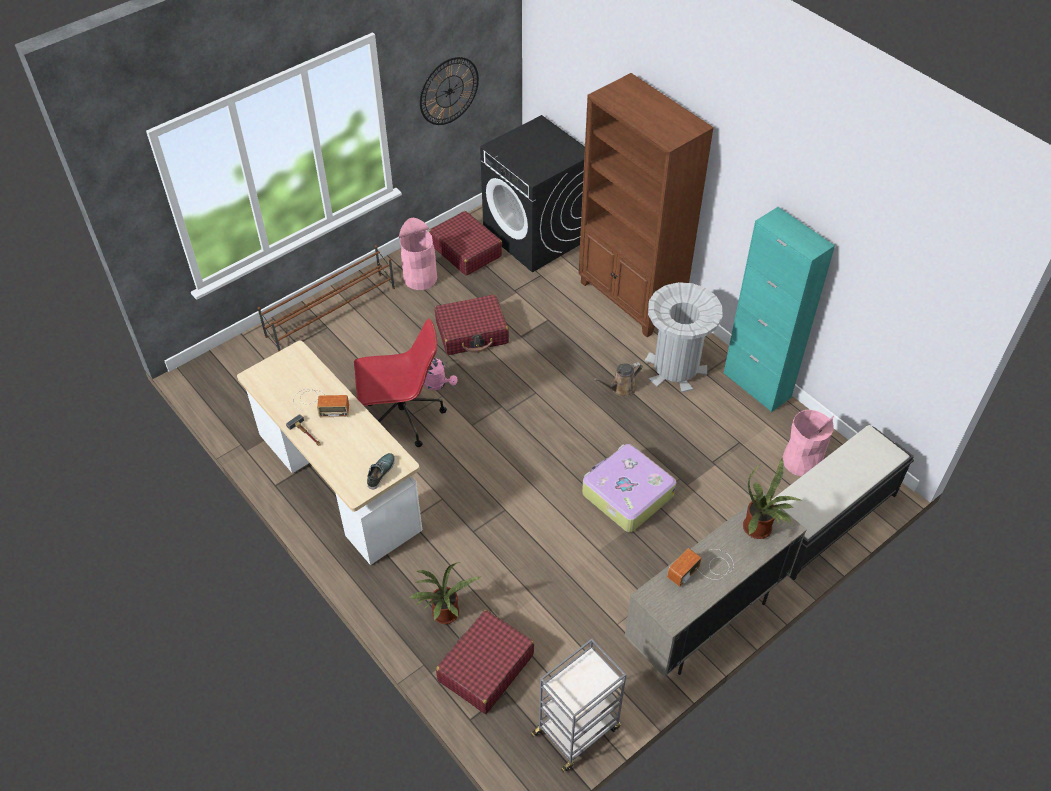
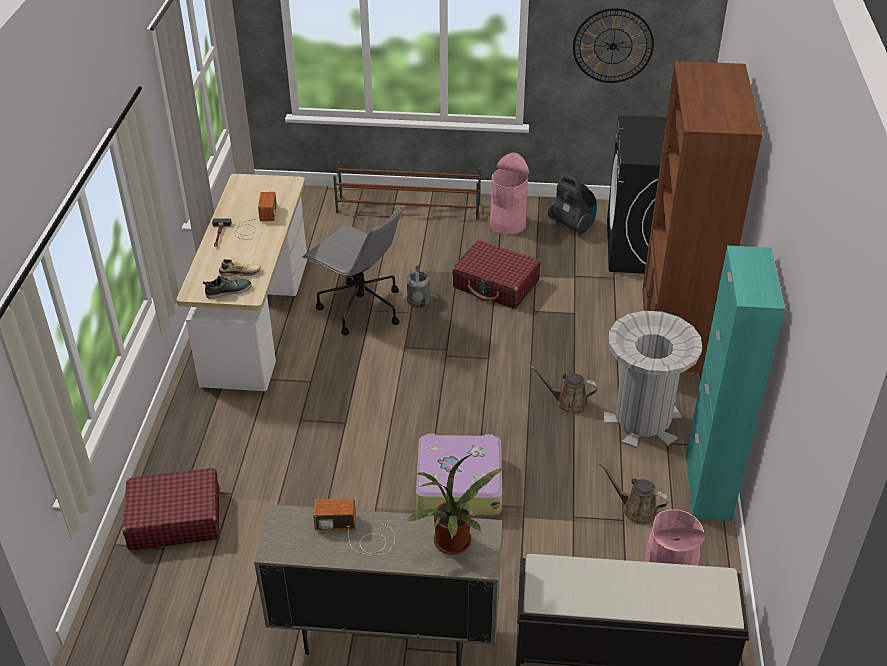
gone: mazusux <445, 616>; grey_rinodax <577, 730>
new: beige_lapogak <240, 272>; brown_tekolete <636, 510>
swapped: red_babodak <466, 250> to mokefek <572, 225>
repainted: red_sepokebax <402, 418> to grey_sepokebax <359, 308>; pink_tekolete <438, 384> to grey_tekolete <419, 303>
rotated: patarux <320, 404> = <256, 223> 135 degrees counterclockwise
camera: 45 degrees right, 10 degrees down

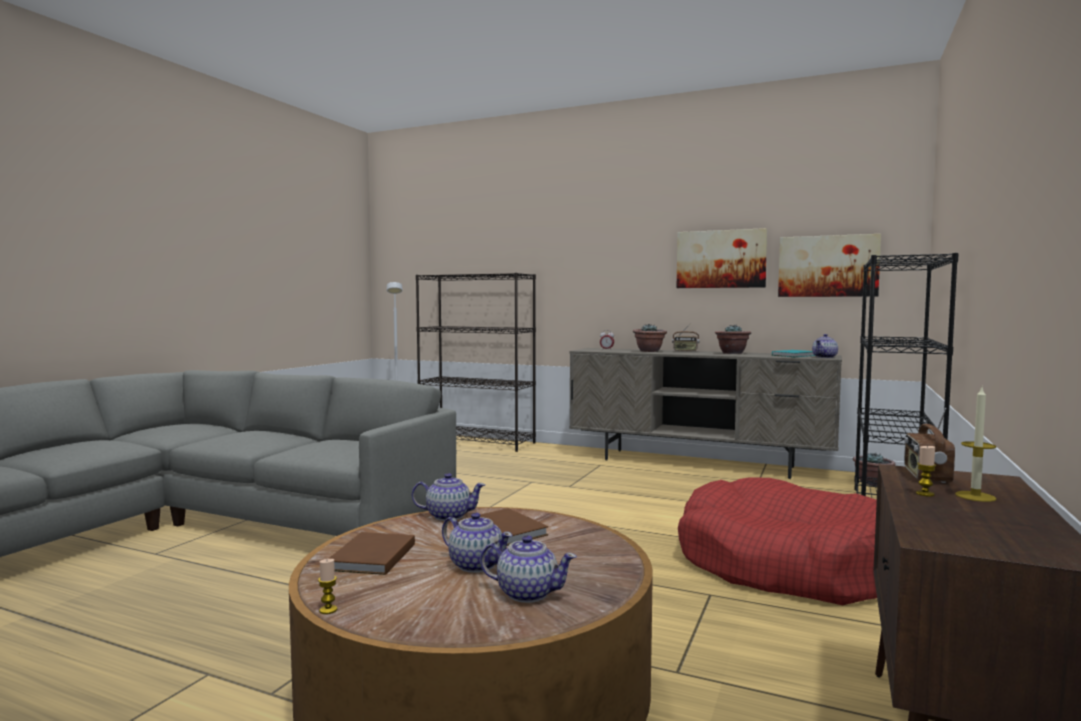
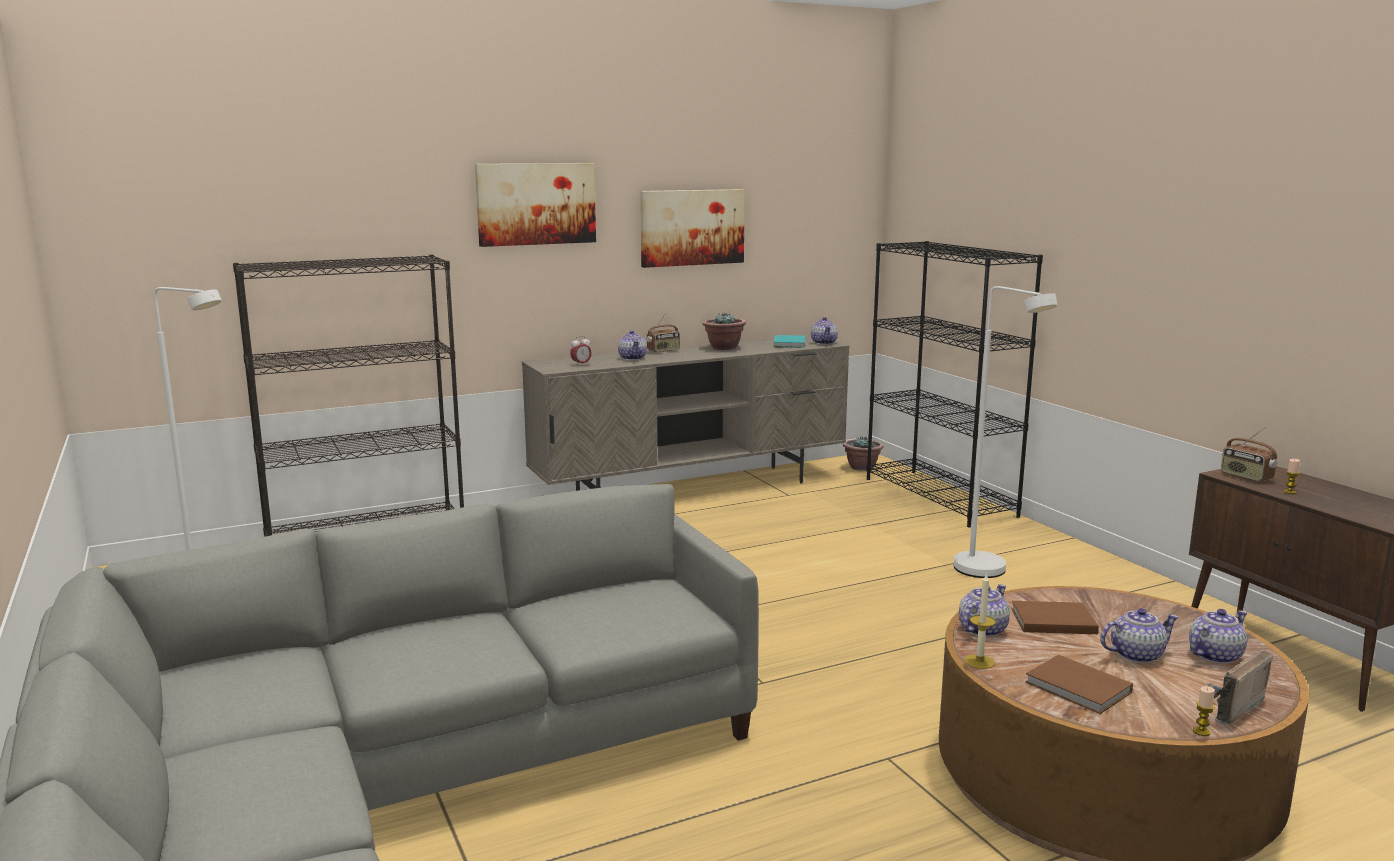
new: patarux <1226, 707>
shifted: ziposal <828, 266> to <536, 204>; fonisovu <975, 496> to <979, 661>
swapped: mazusux <649, 351> to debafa <632, 358>; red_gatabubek <783, 565> to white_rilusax <988, 573>
camera: 50 degrees left, 10 degrees up

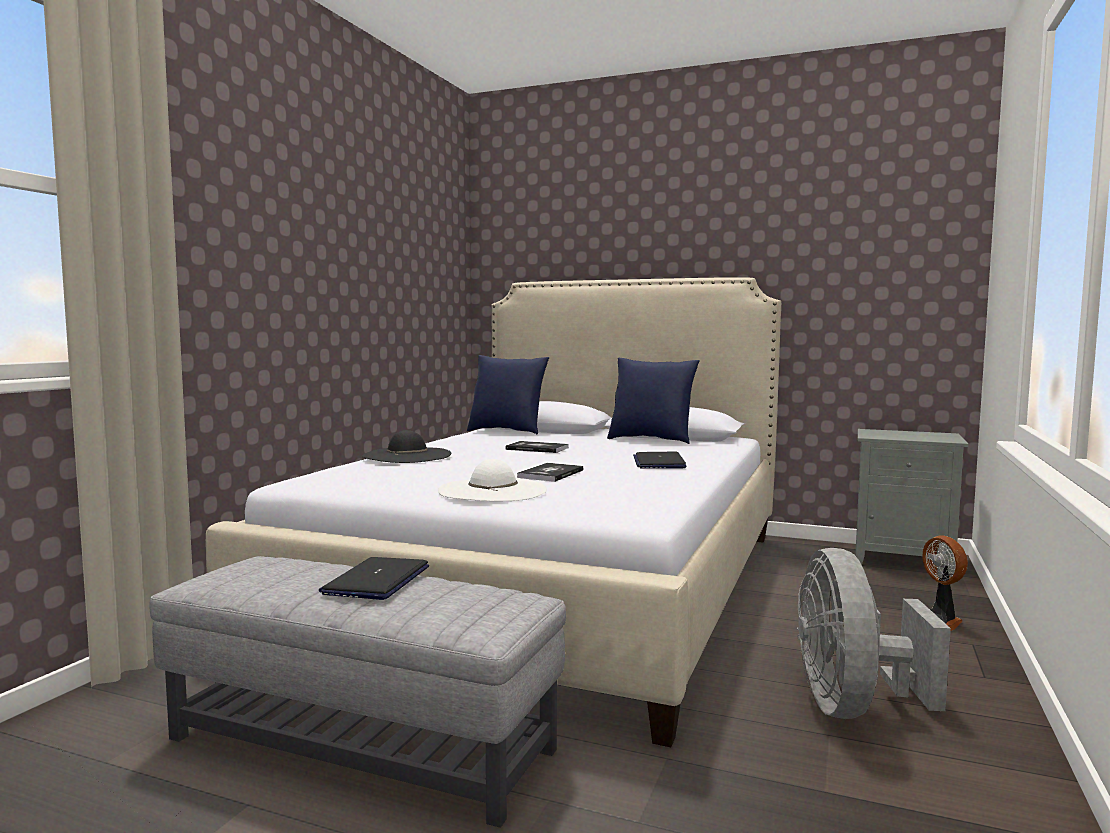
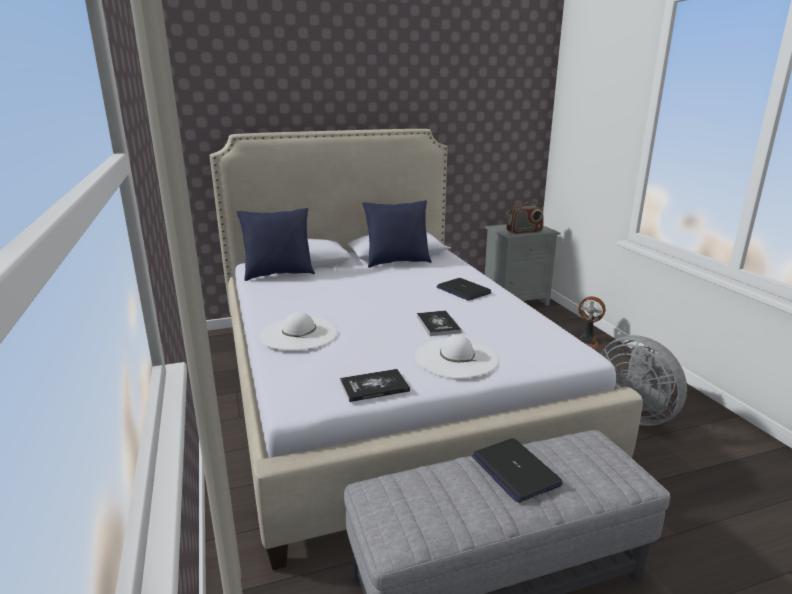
new: patarux <524, 232>
shifted: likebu <537, 448> to <374, 386>
repainted: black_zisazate <407, 455> to white_zisazate <299, 333>
camera: 40 degrees left, 15 degrees up

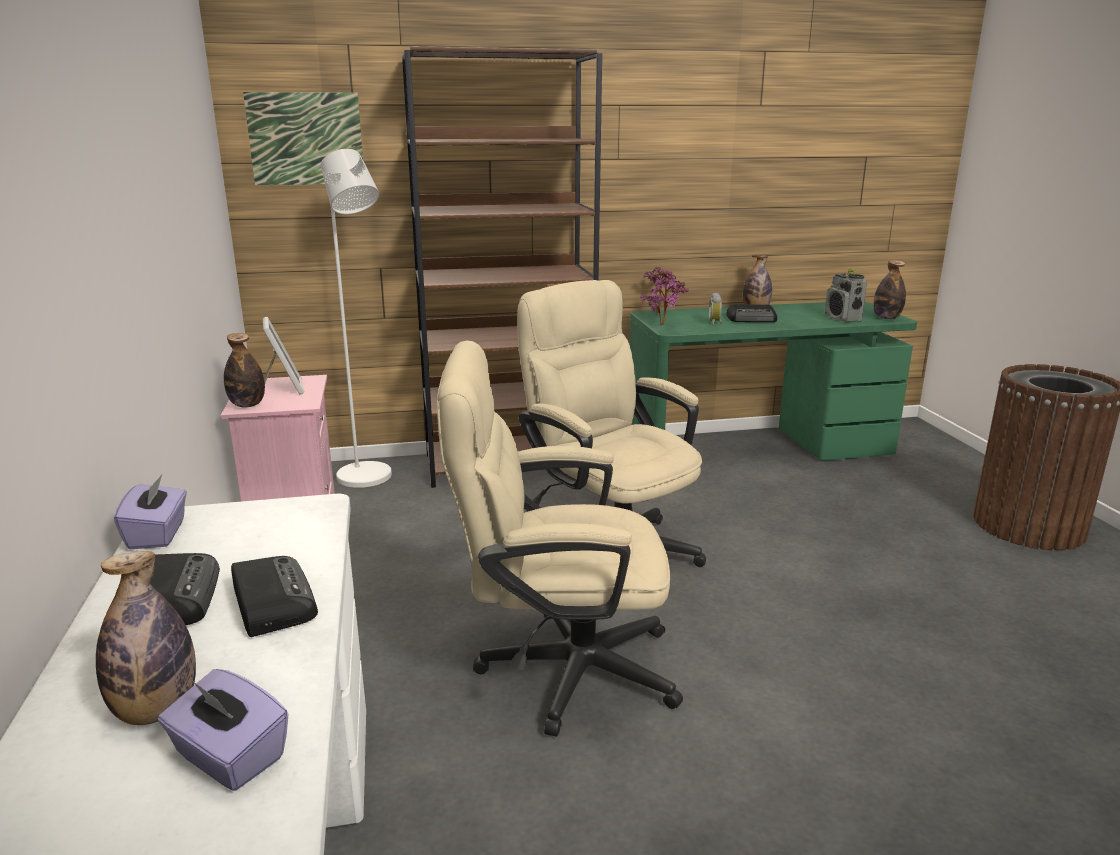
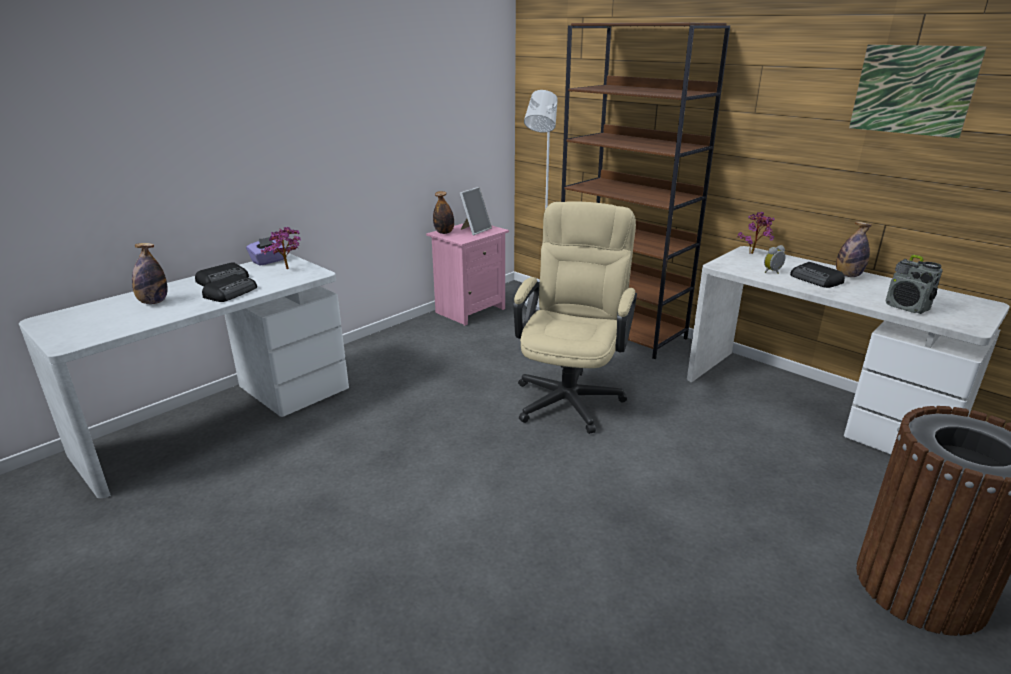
gone: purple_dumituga <229, 757>; beige_sepokebax <558, 669>; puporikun <886, 318>
shifted: mazusux <666, 324> to <288, 269>; ziposal <306, 139> to <913, 90>
repainted: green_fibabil <757, 448> to white_fibabil <815, 403>
rotated: patarux <843, 319> = <907, 307> 75 degrees counterclockwise
camera: 55 degrees right, 5 degrees up

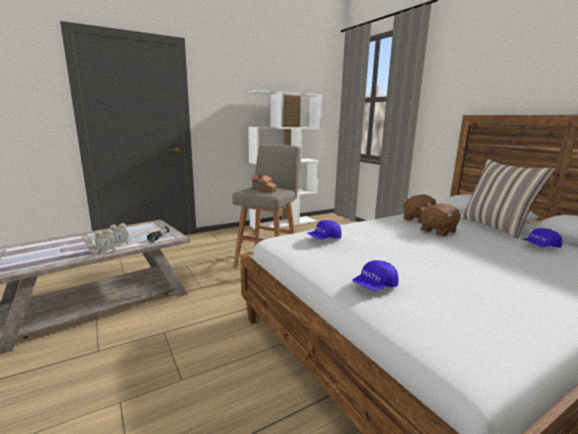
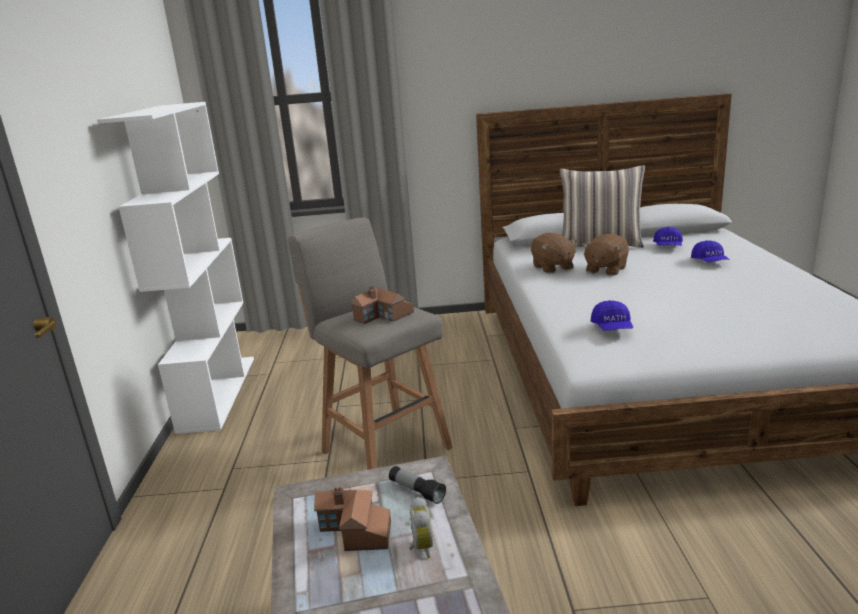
gone: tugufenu <106, 251>
new: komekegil <355, 531>
shifted: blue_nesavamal <374, 286> to <710, 262>
rotated: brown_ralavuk <437, 231> = <605, 270> 45 degrees clockwise
camera: 60 degrees left, 5 degrees up

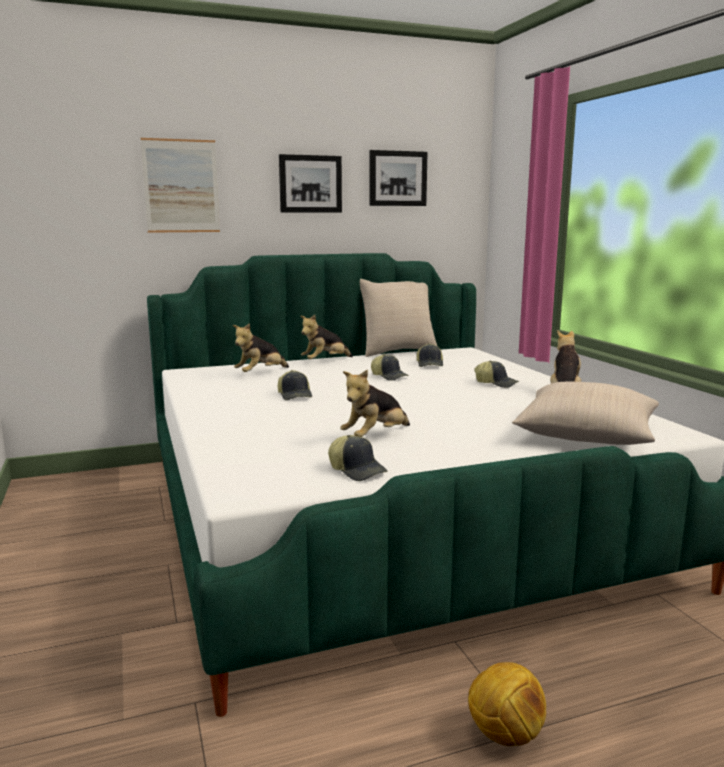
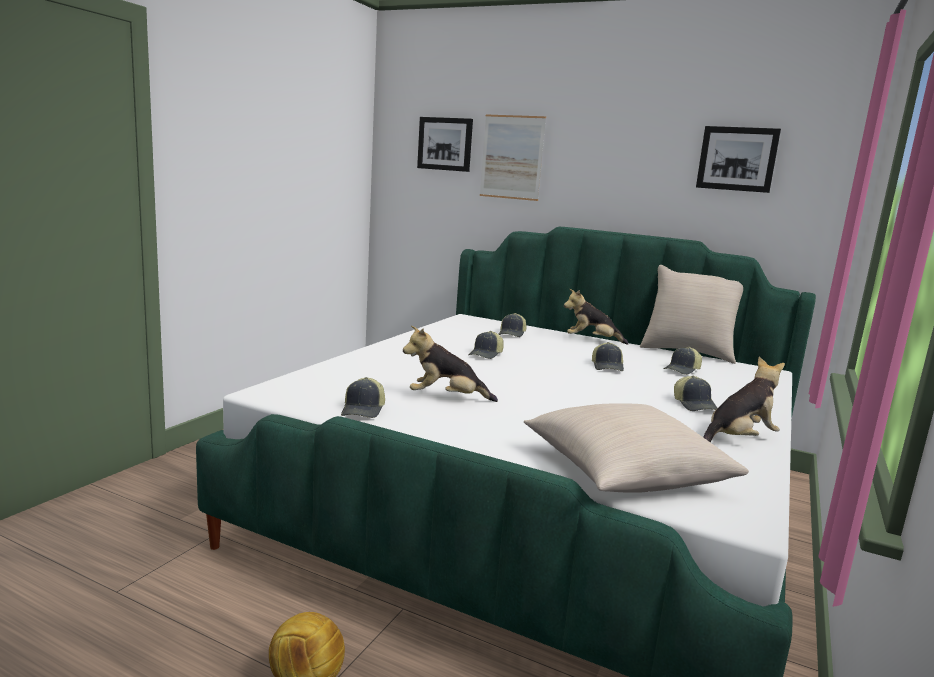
shifted: ziposal <310, 184> to <445, 144>
swapped: ralavuk <260, 373> to nesavamal <512, 334>
camera: 45 degrees right, 0 degrees up

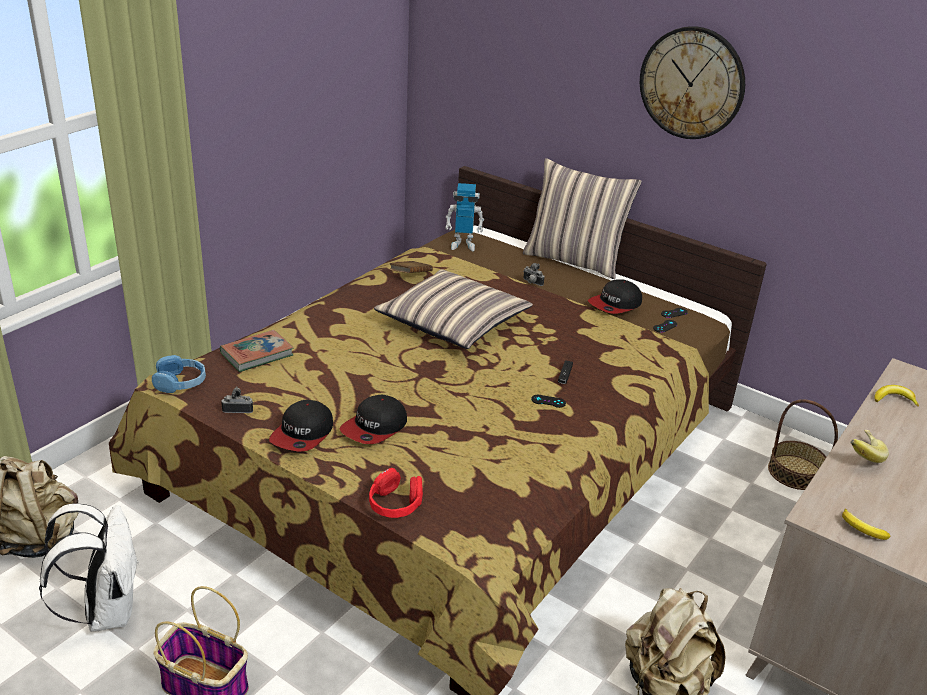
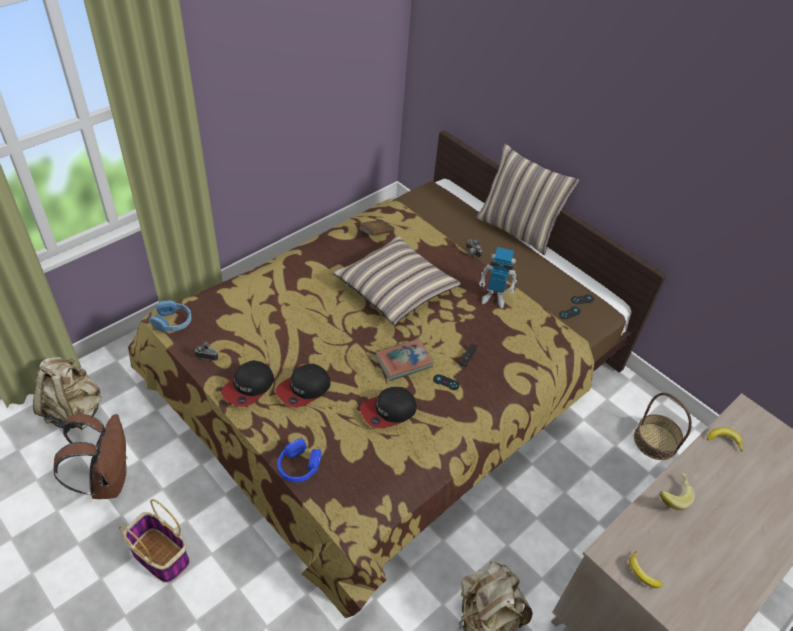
gone: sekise <692, 83>
shifted: nesavamal <615, 304> to <388, 411>; likebu <257, 354> to <404, 362>; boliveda <463, 245> to <494, 297>
repainted: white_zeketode <106, 610> to brown_zeketode <108, 480>; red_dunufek <395, 504> to blue_dunufek <299, 466>
camera: 10 degrees right, 15 degrees up

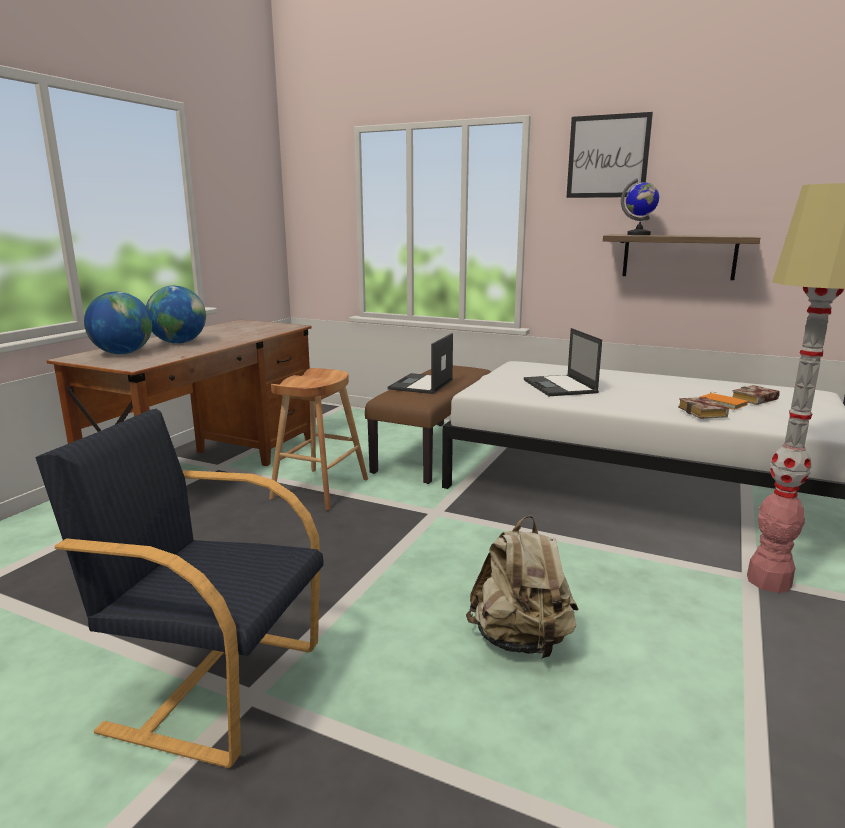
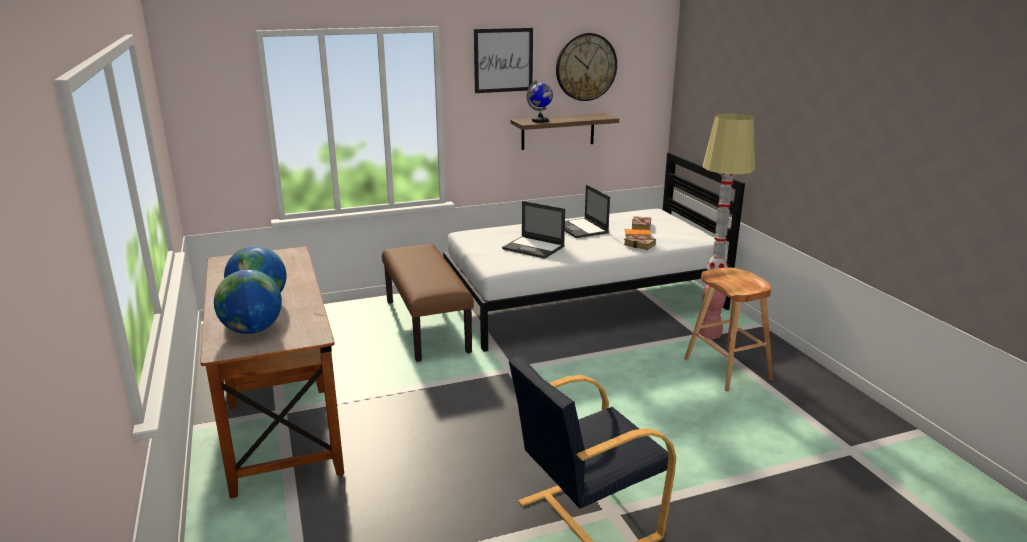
gone: beige_zeketode <521, 641>
new: sekise <586, 67>
shifted: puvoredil <421, 384> to <581, 228>; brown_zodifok <320, 489> to <727, 369>
camera: 45 degrees left, 5 degrees up

